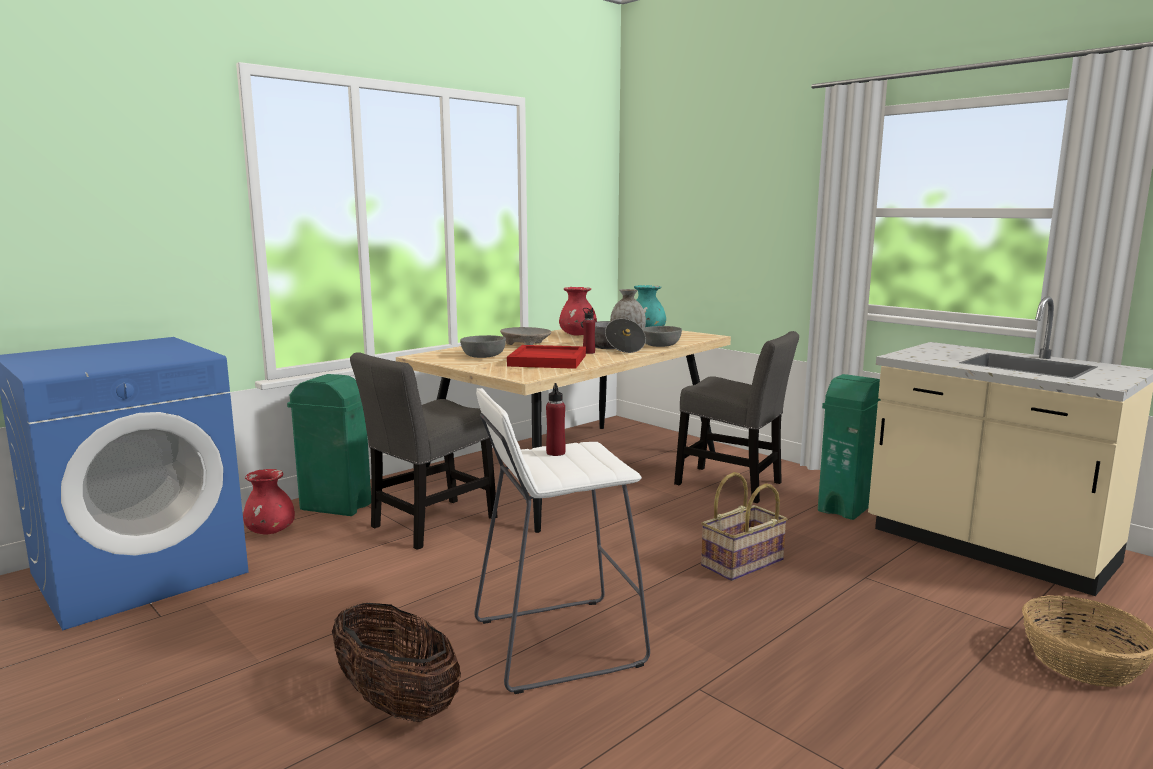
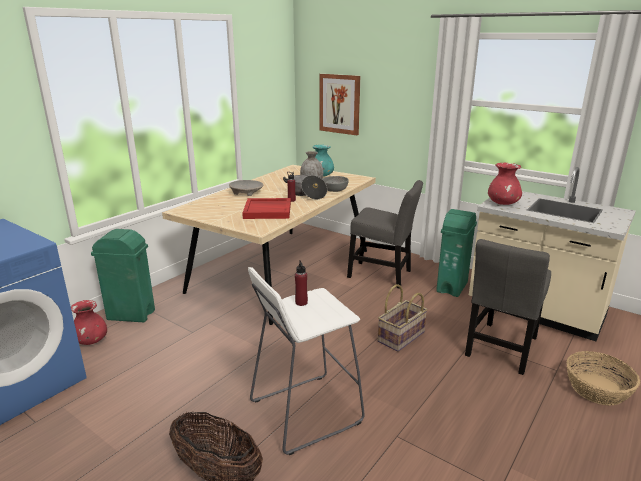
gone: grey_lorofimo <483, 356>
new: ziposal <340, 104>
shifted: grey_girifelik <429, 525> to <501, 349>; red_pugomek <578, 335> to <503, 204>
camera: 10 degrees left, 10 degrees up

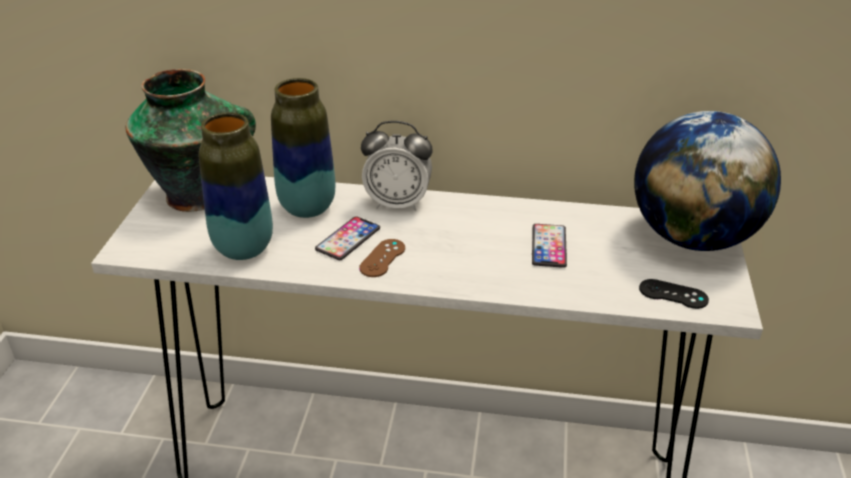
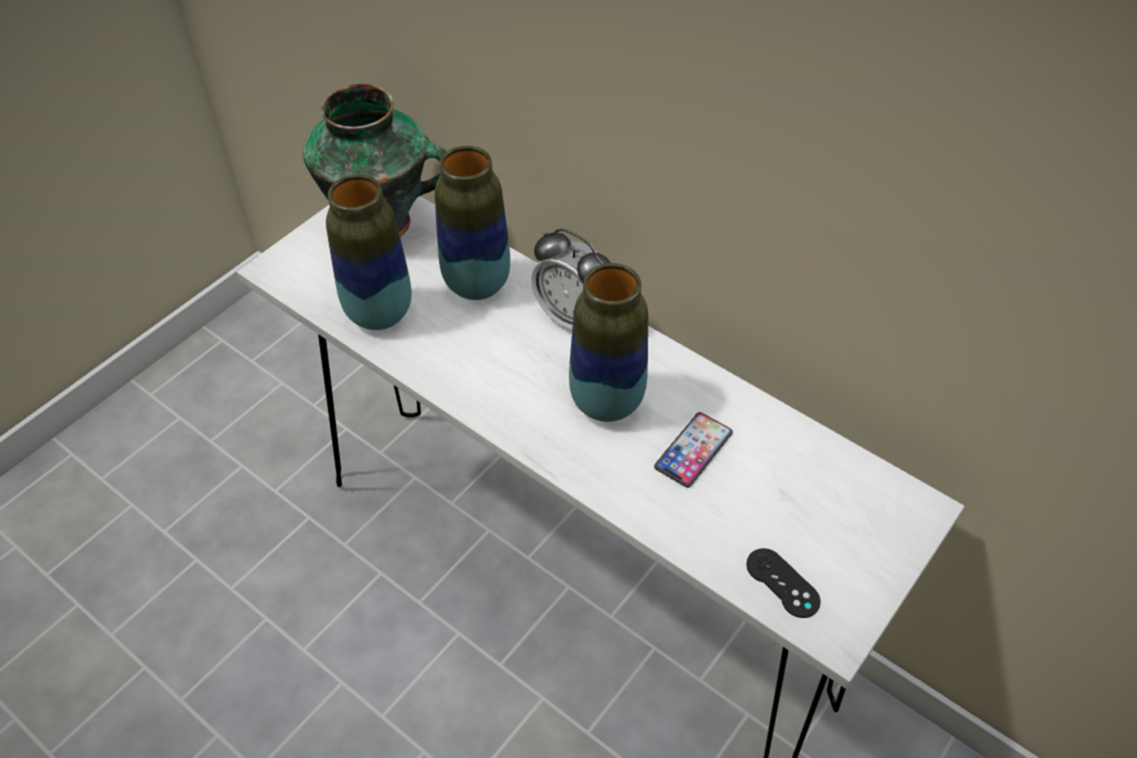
gone: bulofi <348, 239>; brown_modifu <382, 258>; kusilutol <692, 237>
new: pugomek <606, 402>
camera: 30 degrees right, 15 degrees up

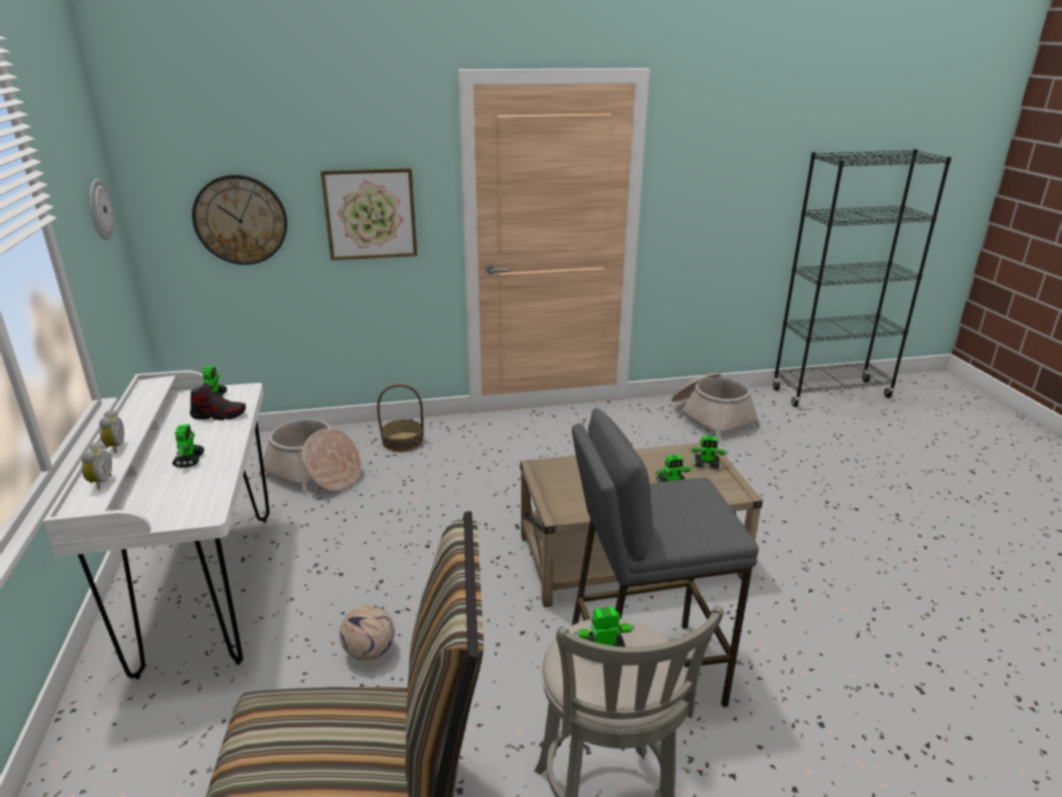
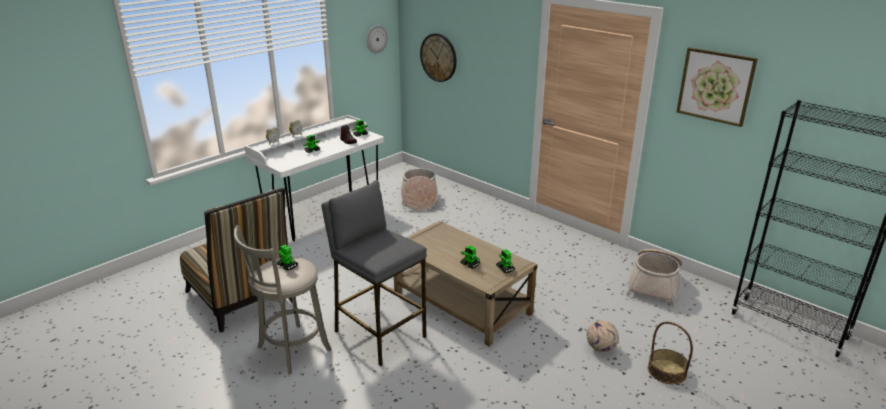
shifted: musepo <369, 651> to <600, 348>; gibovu <402, 441> to <667, 371>; ziposal <370, 214> to <715, 86>
camera: 55 degrees right, 0 degrees up

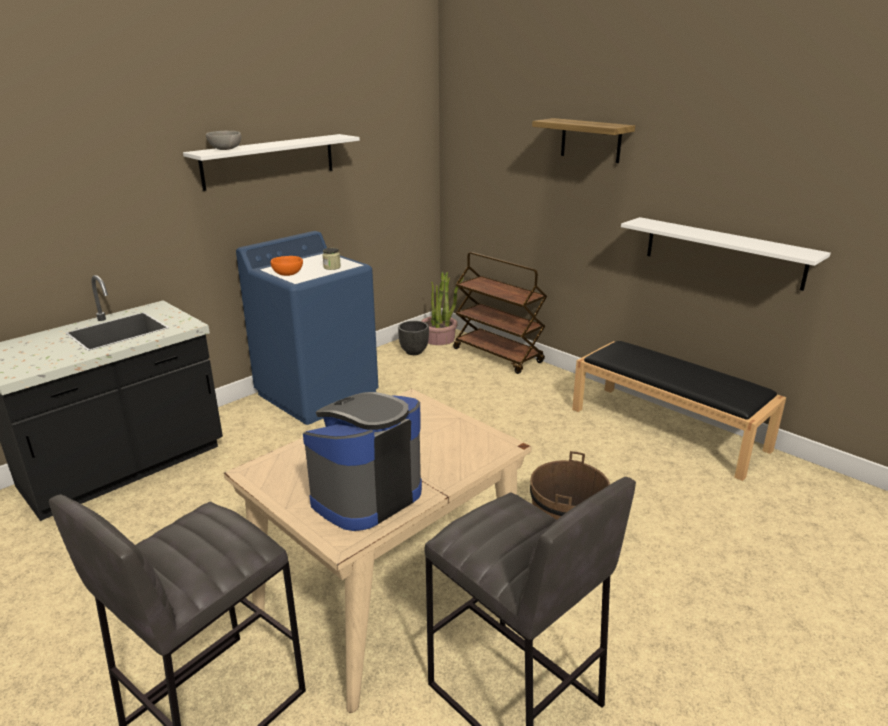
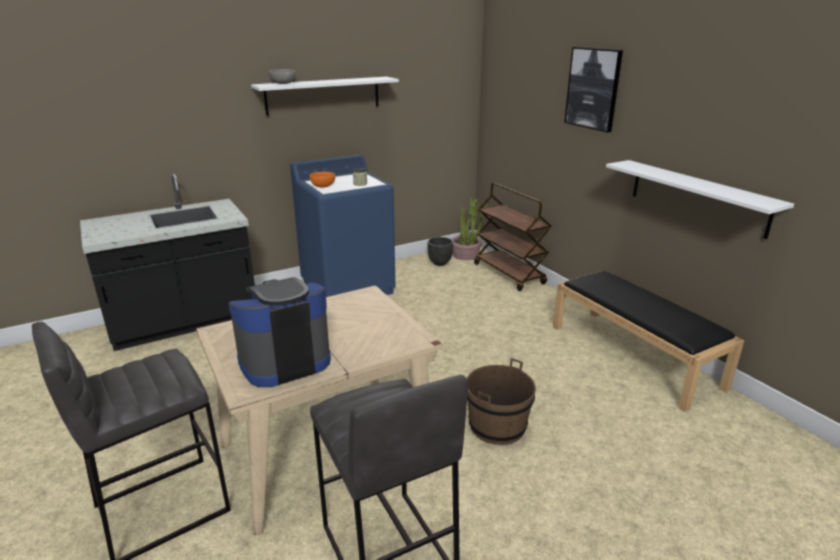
swapped: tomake <591, 140> to ziposal <593, 88>
camera: 15 degrees right, 0 degrees up

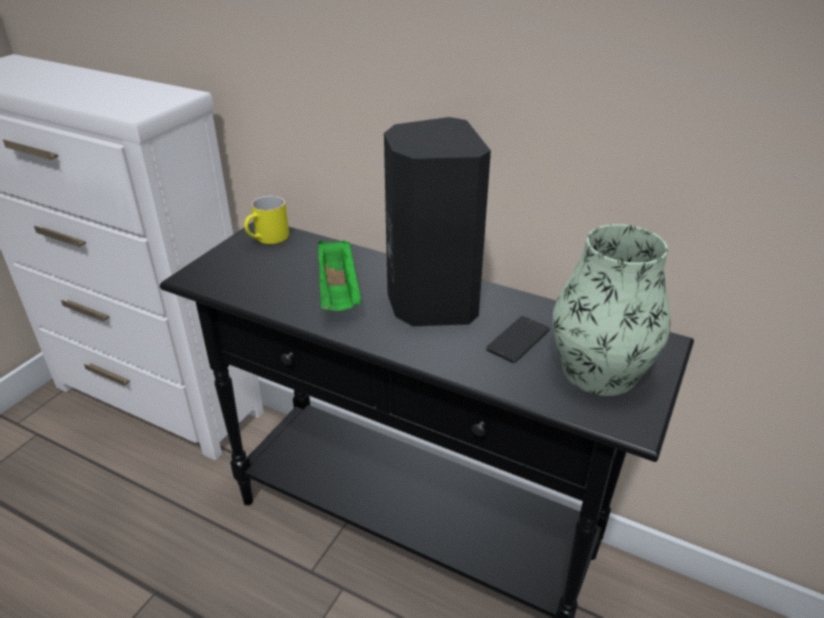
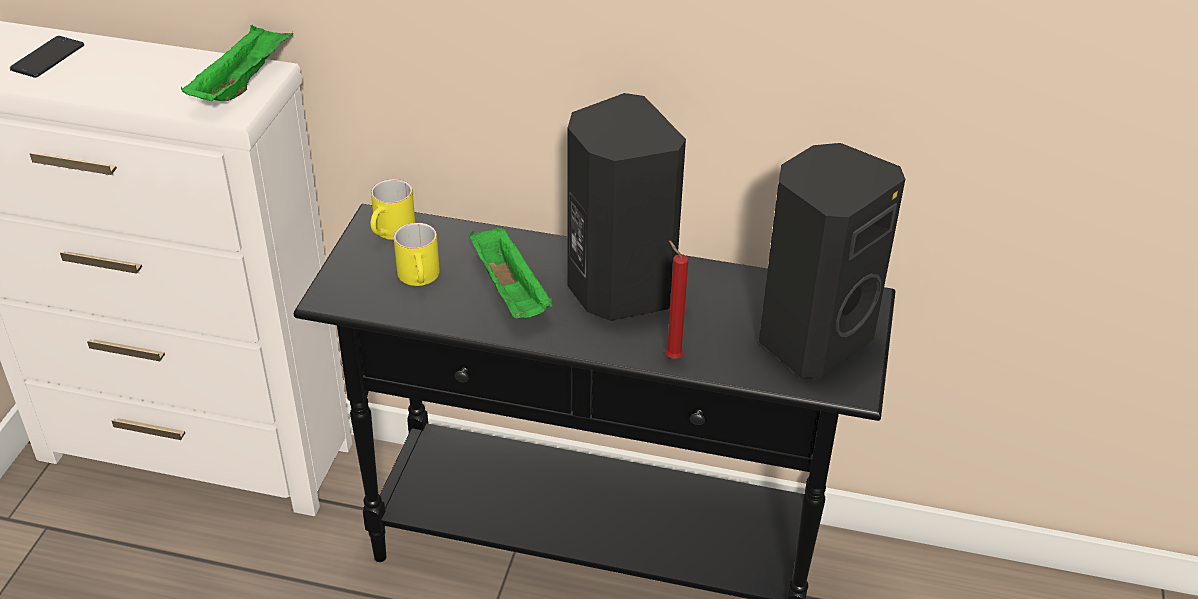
new: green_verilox <241, 83>; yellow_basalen <421, 278>; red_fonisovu <671, 356>
shifted: bulofi <518, 340> to <48, 58>
swapped: pugomek <599, 370> to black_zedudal <811, 339>
camera: 15 degrees left, 5 degrees up

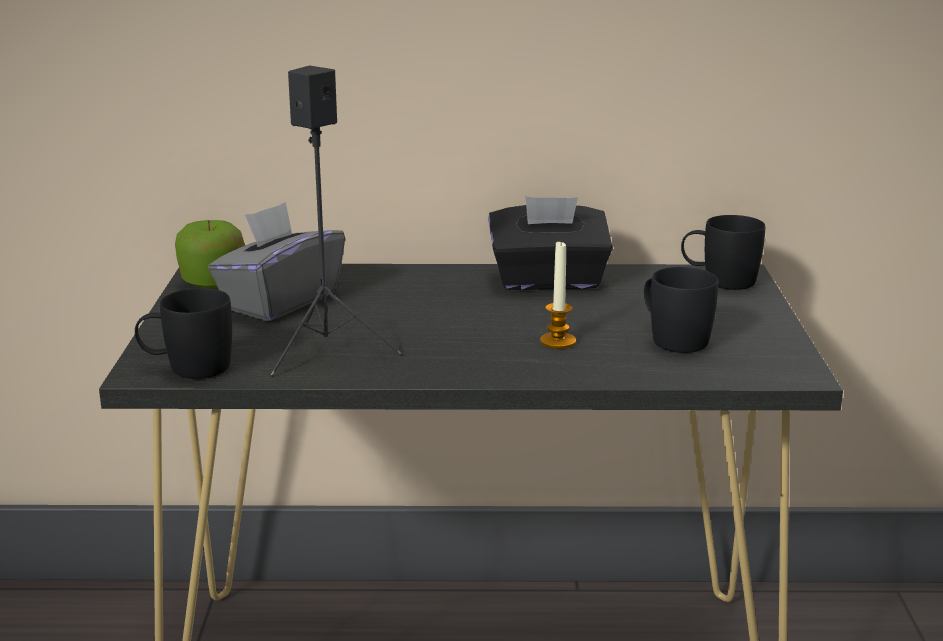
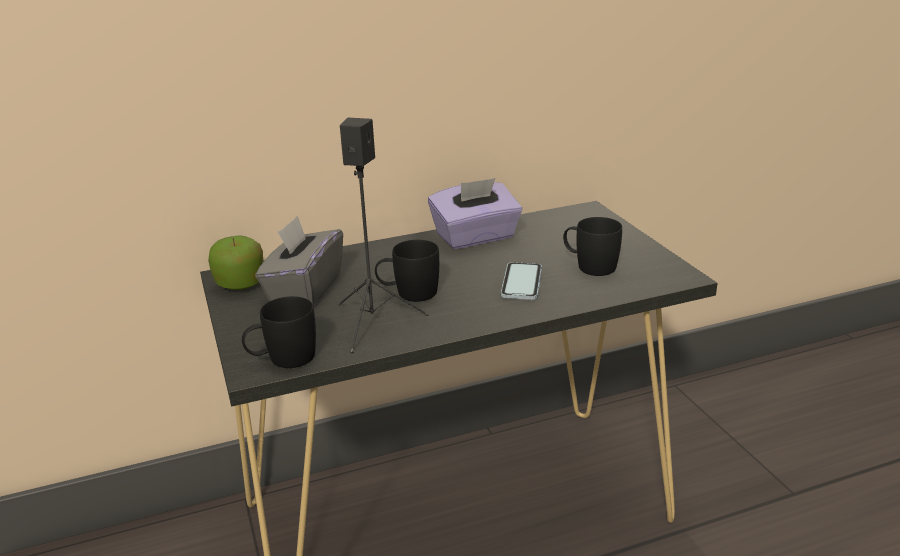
shifted: black_basalen <719, 280> to <408, 293>
swapped: fonisovu <557, 342> to bulofi <521, 283>
repainted: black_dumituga <548, 281> to purple_dumituga <476, 237>
camera: 20 degrees left, 5 degrees up

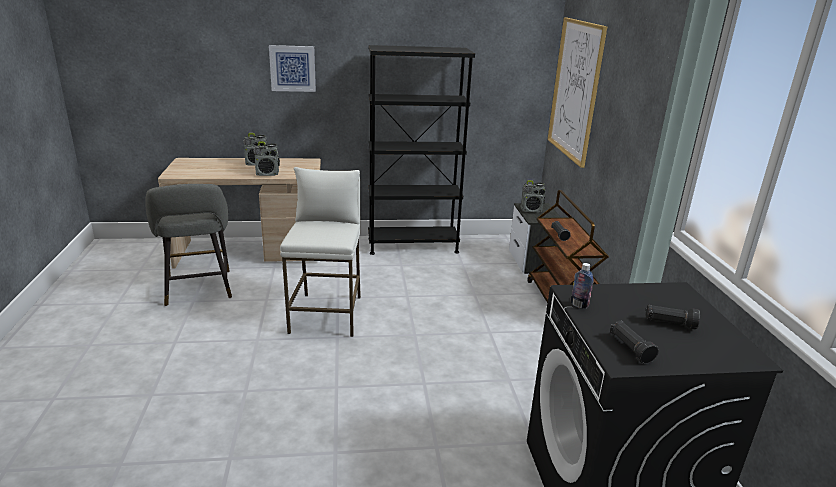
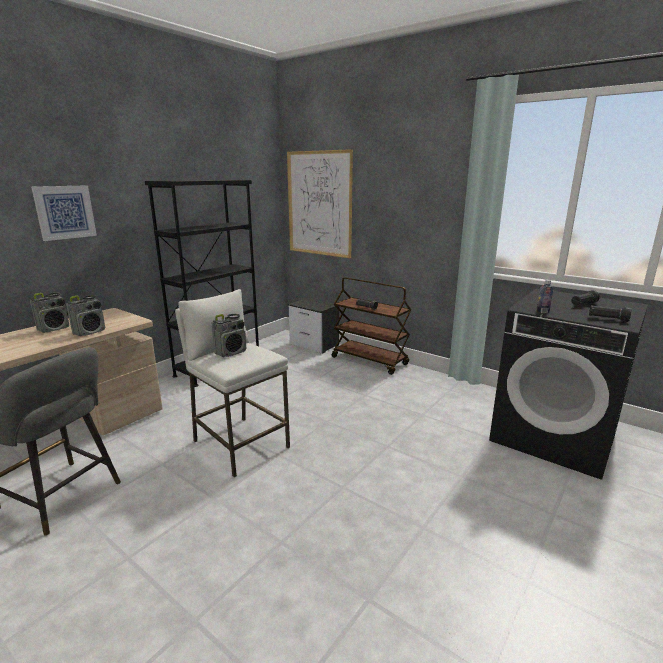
shifted: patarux <531, 210> to <231, 352>
camera: 45 degrees left, 5 degrees down

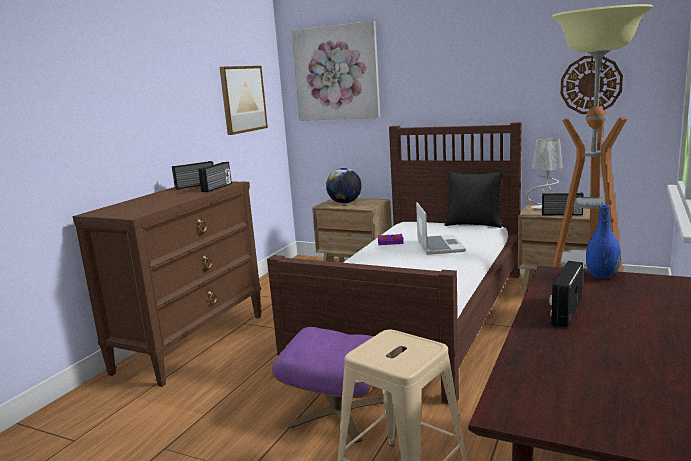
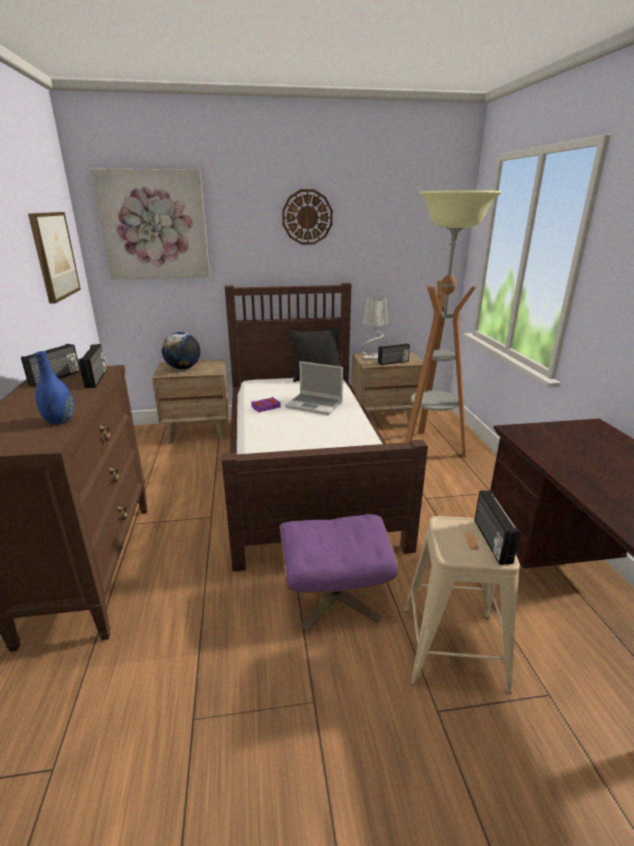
shifted: blue_pugomek <602, 276> to <59, 421>; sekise <591, 85> to <307, 217>; patarux <565, 311> to <491, 541>
rotated: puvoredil <439, 246> = <315, 405> 150 degrees clockwise
camera: 35 degrees left, 10 degrees up

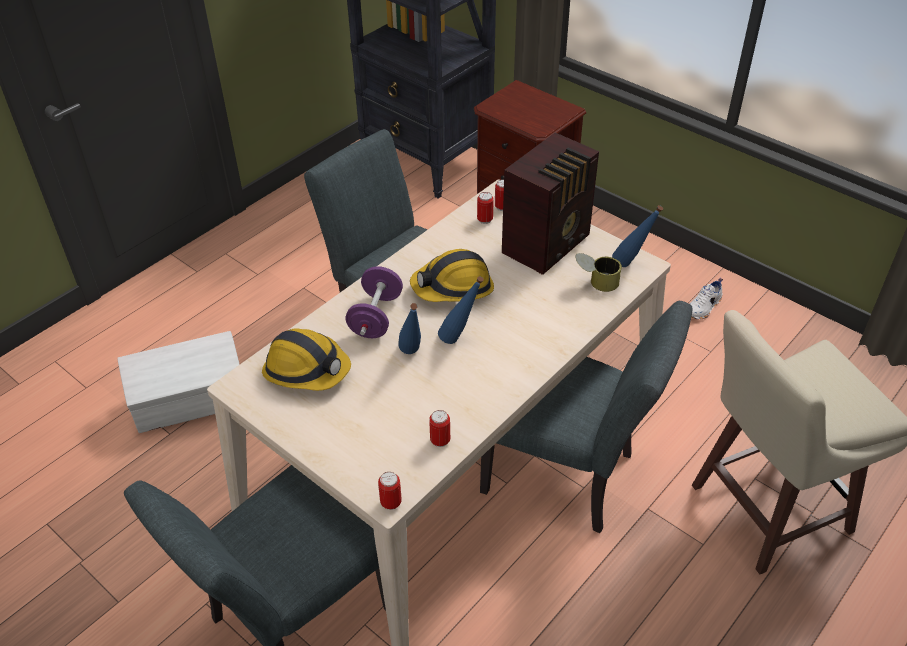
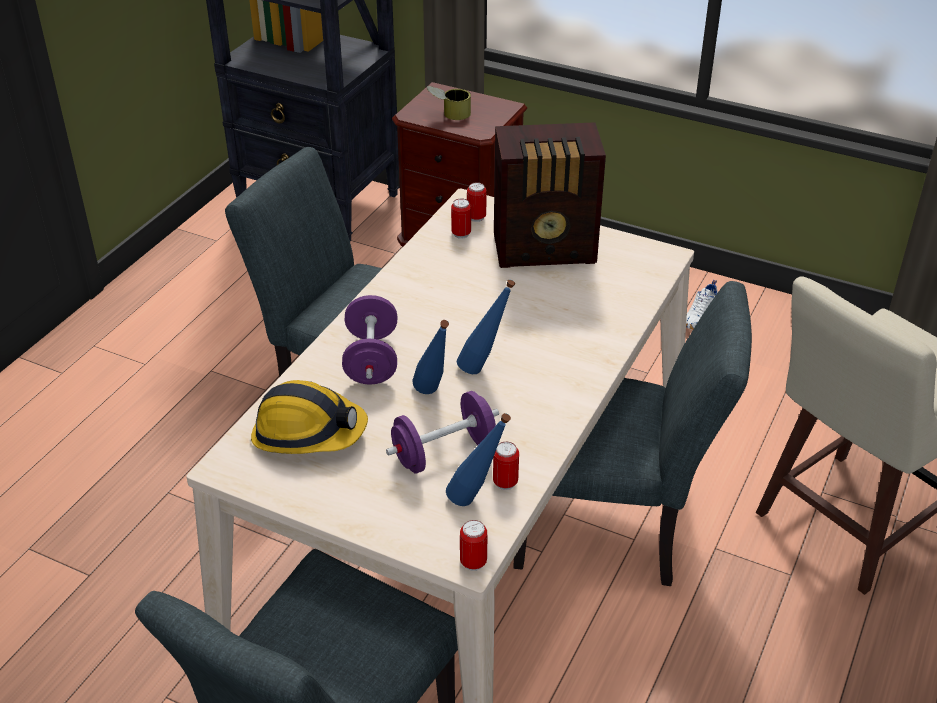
gone: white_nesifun <192, 402>; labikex <453, 287>
new: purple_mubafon <443, 452>
shifted: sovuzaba <595, 282> to <449, 115>; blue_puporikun <631, 265> to <476, 500>
rotated: patarux <548, 244> = <547, 250> 60 degrees clockwise
camera: 15 degrees left, 5 degrees down

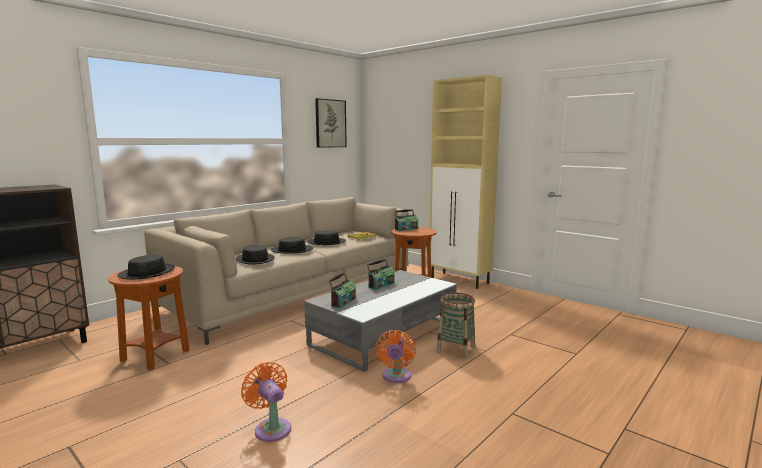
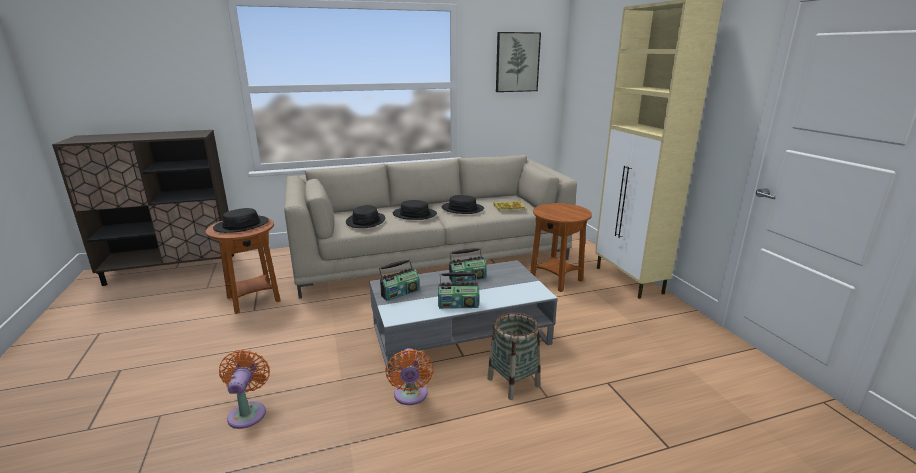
shifted: patarux <406, 229> to <458, 304>
rotated: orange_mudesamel <396, 377> = <410, 396> 45 degrees counterclockwise
camera: 30 degrees right, 10 degrees up

